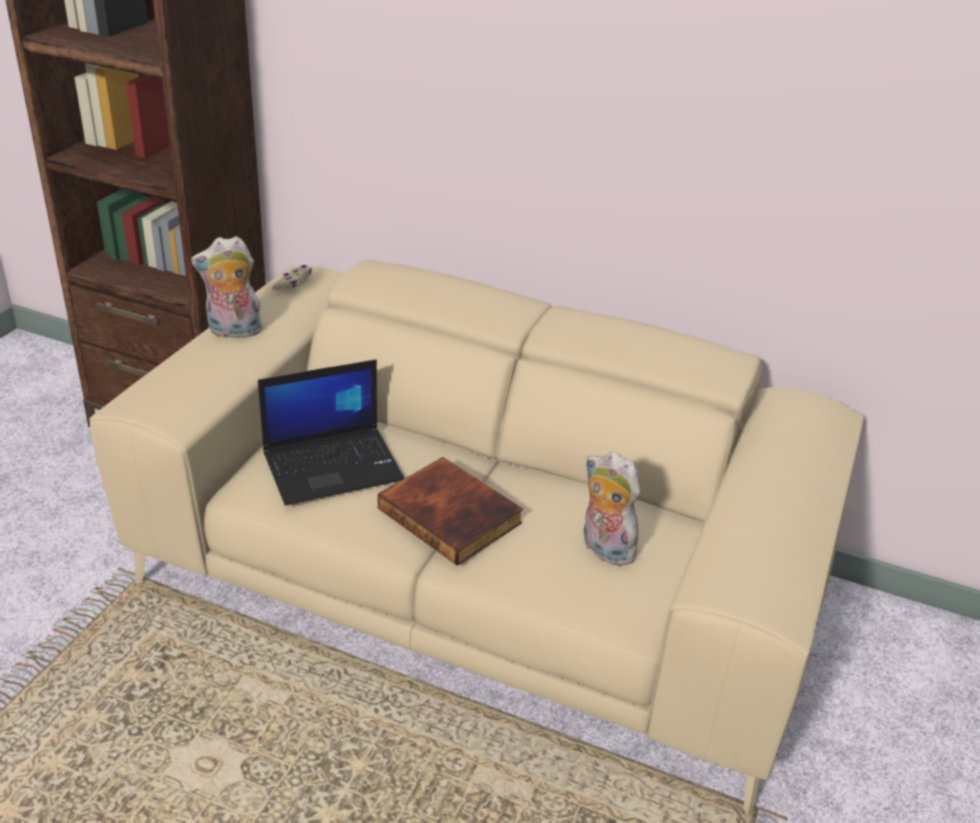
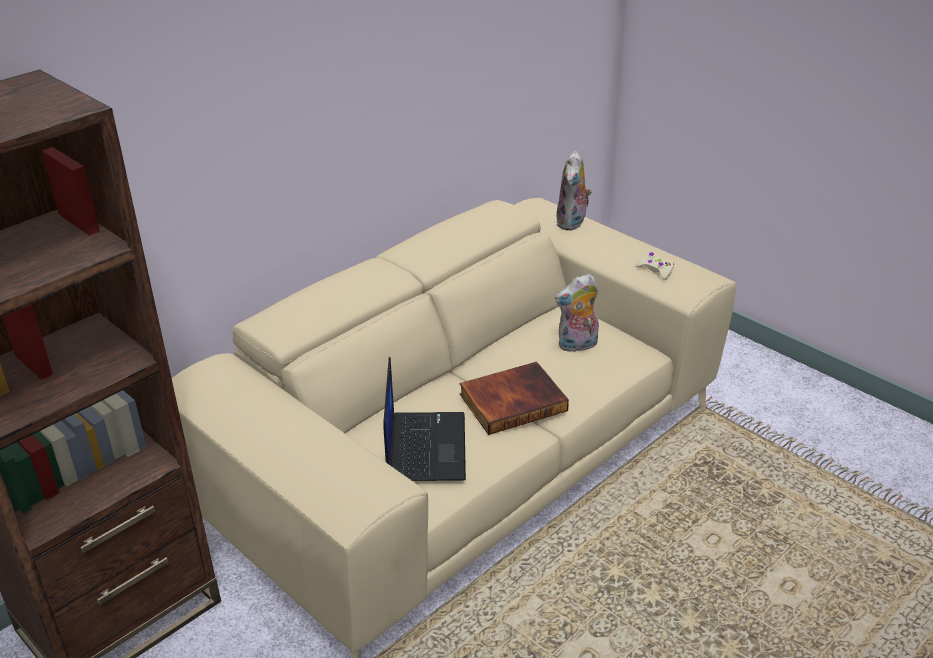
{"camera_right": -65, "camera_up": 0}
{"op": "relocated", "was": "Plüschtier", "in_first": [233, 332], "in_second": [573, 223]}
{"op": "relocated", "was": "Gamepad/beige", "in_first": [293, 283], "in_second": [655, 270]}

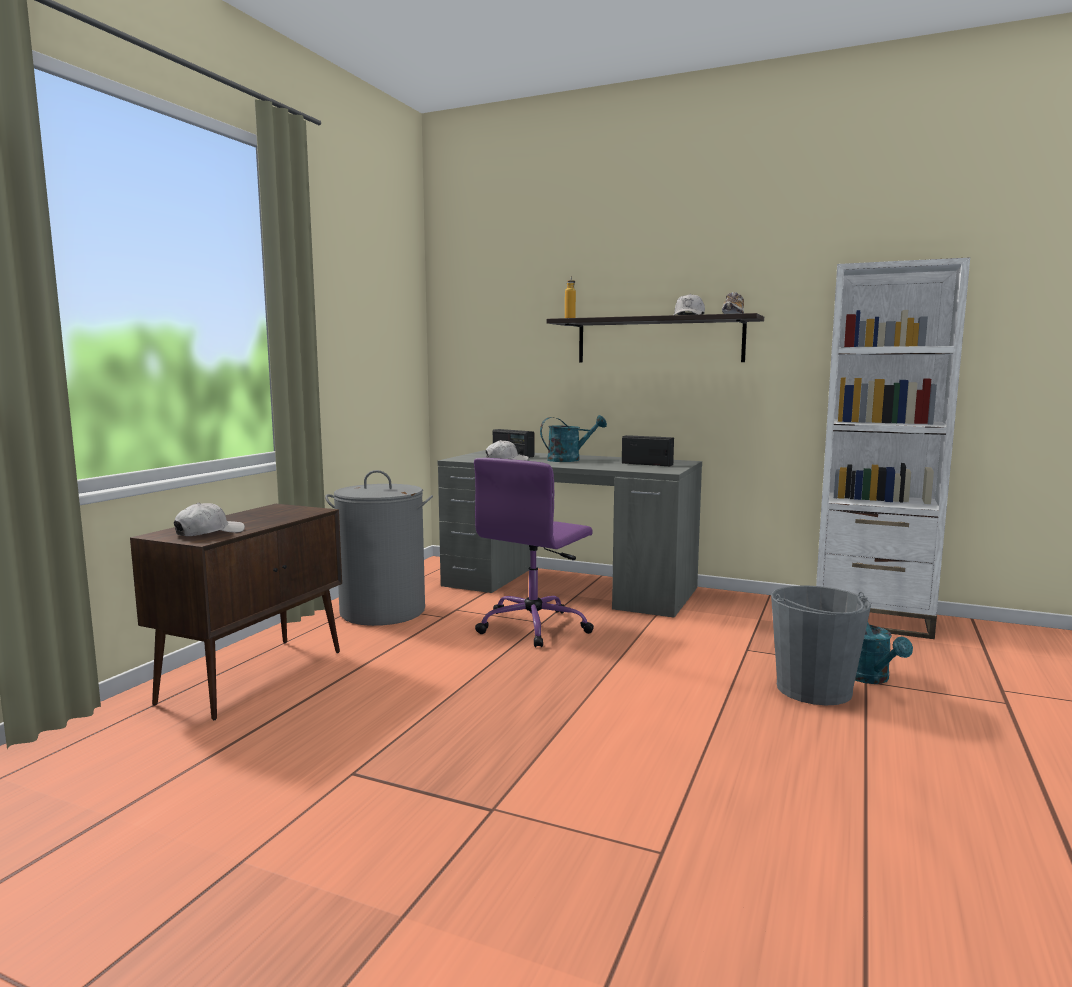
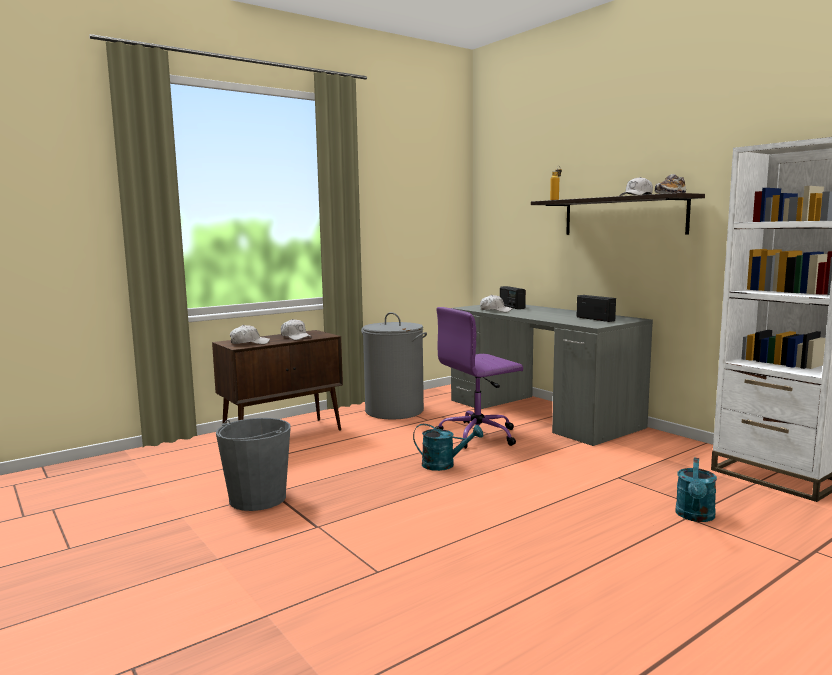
{"camera_right": 30, "camera_up": 0}
{"op": "relocated", "was": "Gießkanne/türkis", "in_first": [569, 459], "in_second": [444, 465]}
{"op": "relocated", "was": "Eimer/grau", "in_first": [814, 689], "in_second": [257, 499]}
{"op": "appeared", "now": "Kappe/weiß", "in_second": [296, 337]}

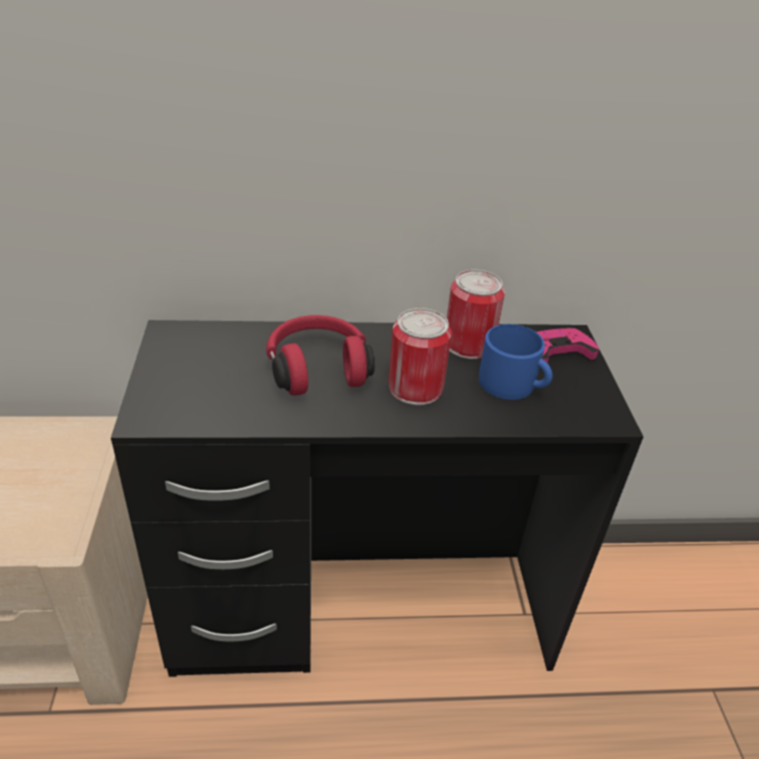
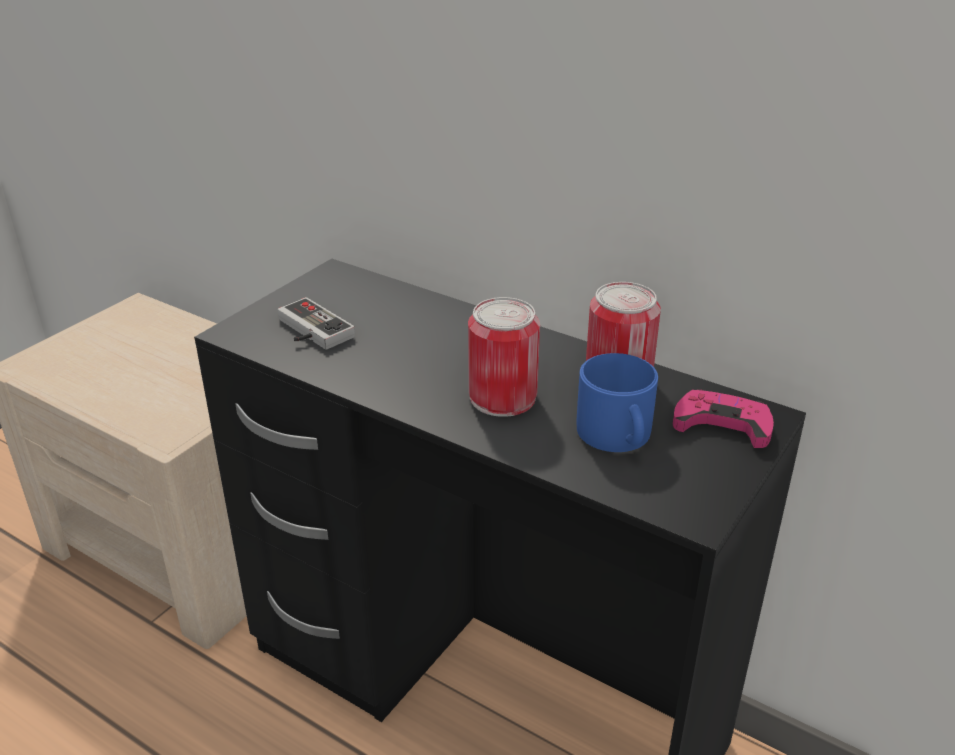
{"camera_right": 40, "camera_up": -5}
{"op": "missing", "was": "Kopfhörer/rot", "in_first": [317, 368]}
{"op": "appeared", "now": "Gamepad", "in_second": [309, 331]}

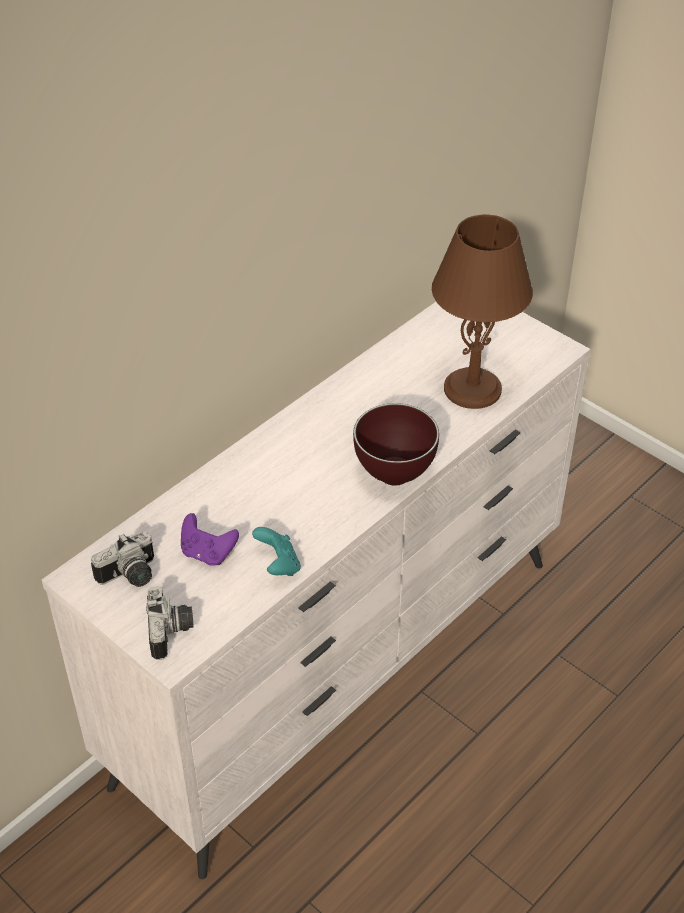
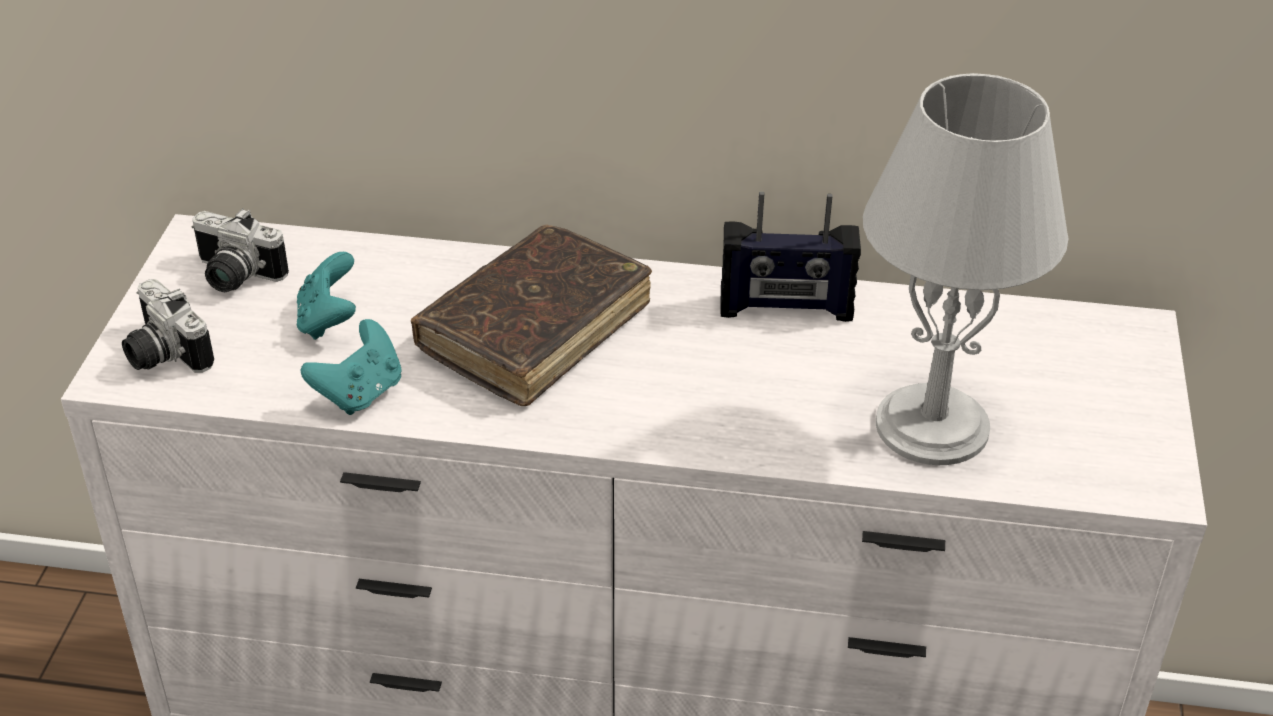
{"camera_right": 55, "camera_up": -5}
{"op": "colour", "was": "Tischlampe/braun", "now": "Tischlampe/grau", "in_first": [472, 389], "in_second": [930, 426]}
{"op": "missing", "was": "Schüssel/braun", "in_first": [392, 476]}
{"op": "colour", "was": "Gamepad/lila", "now": "Gamepad/türkis", "in_first": [207, 553], "in_second": [329, 321]}
{"op": "spun", "was": "Kamera", "in_first": [172, 632], "in_second": [162, 355], "clockwise": 90}
{"op": "appeared", "now": "Radio", "in_second": [786, 309]}
{"op": "appeared", "now": "Buch/braun", "in_second": [535, 330]}

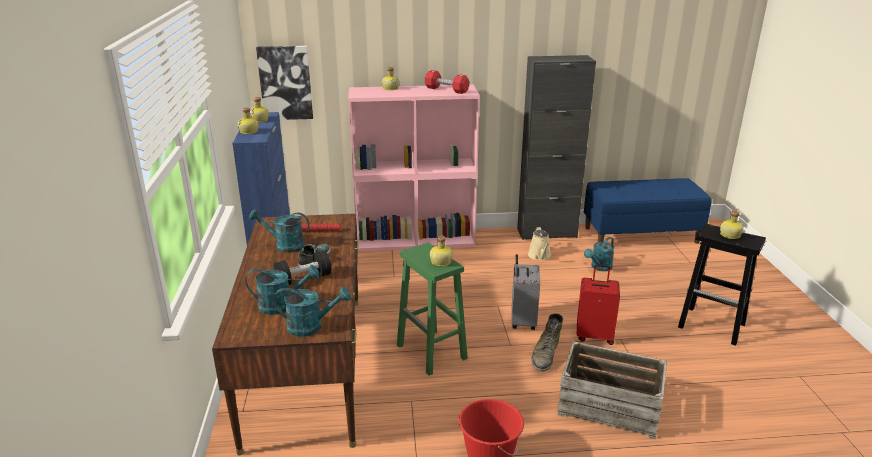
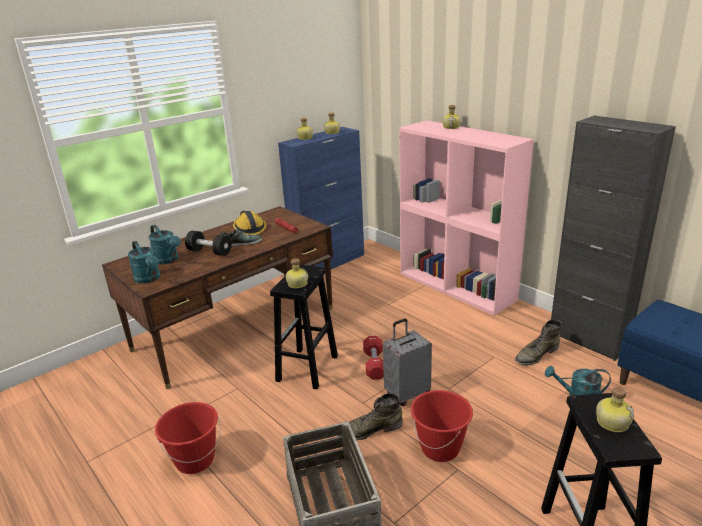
{"camera_right": 55, "camera_up": 0}
{"op": "missing", "was": "Bild", "in_first": [285, 83]}
{"op": "relocated", "was": "Hantel/rot", "in_first": [446, 90], "in_second": [374, 365]}
{"op": "exchanged", "was": "Gießkanne/türkis", "now": "Schutzhelm", "in_first": [284, 246], "in_second": [249, 228]}
{"op": "exchanged", "was": "Gießkanne/beige", "now": "Stiefel/grün", "in_first": [540, 256], "in_second": [536, 355]}
{"op": "colour", "was": "Hocker/grün", "now": "Hocker/schwarz", "in_first": [432, 352], "in_second": [307, 369]}
{"op": "exchanged", "was": "Koffer/rot", "now": "Eimer/rot", "in_first": [594, 335], "in_second": [440, 448]}

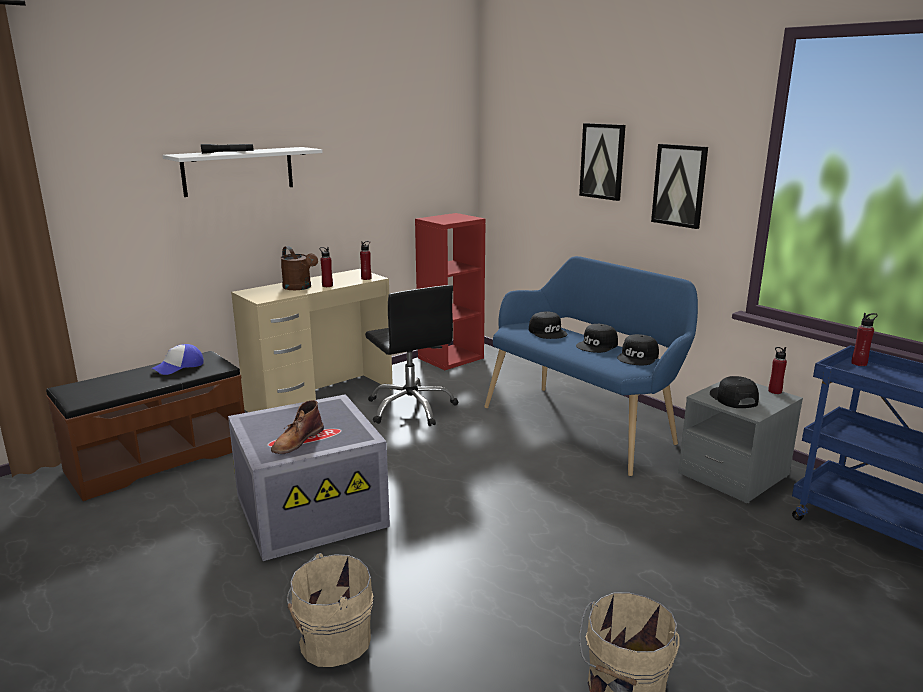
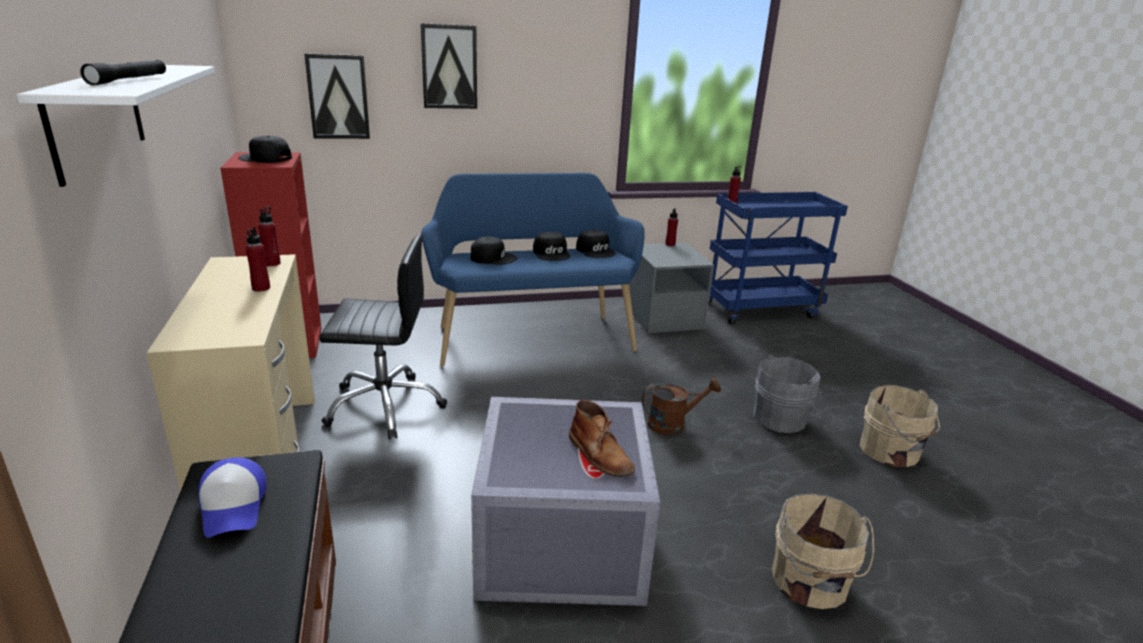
{"camera_right": -65, "camera_up": 5}
{"op": "relocated", "was": "Bild", "in_first": [679, 185], "in_second": [338, 97]}
{"op": "relocated", "was": "Gießkanne/braun", "in_first": [300, 287], "in_second": [673, 424]}
{"op": "relocated", "was": "Kappe/schwarz", "in_first": [732, 398], "in_second": [265, 158]}
{"op": "appeared", "now": "Eimer/grau", "in_second": [782, 418]}

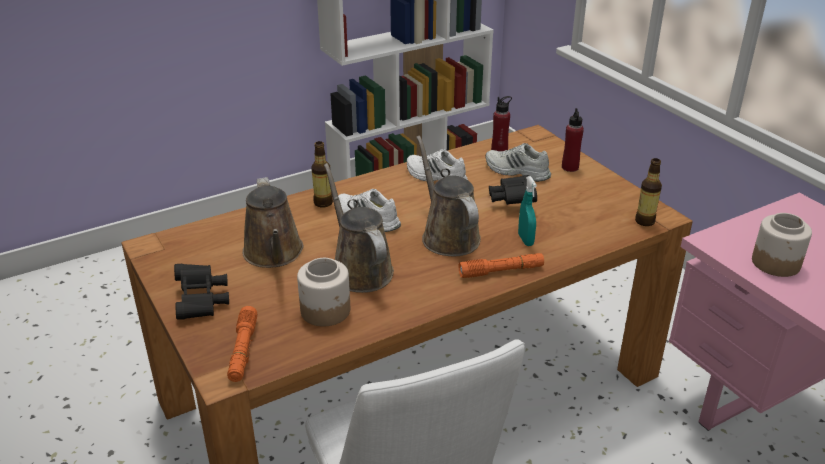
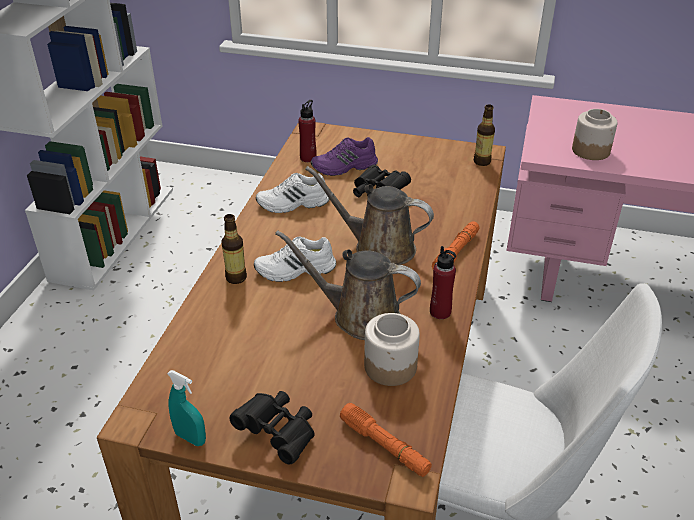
{"camera_right": -45, "camera_up": 5}
{"op": "relocated", "was": "Flasche/rot", "in_first": [570, 167], "in_second": [440, 312]}
{"op": "colour", "was": "Schuh/weiß", "now": "Schuh/lila", "in_first": [516, 171], "in_second": [344, 167]}
{"op": "relocated", "was": "Sprühflasche/türkis", "in_first": [525, 240], "in_second": [190, 438]}
{"op": "missing", "was": "Gießkanne/braun", "in_first": [274, 254]}

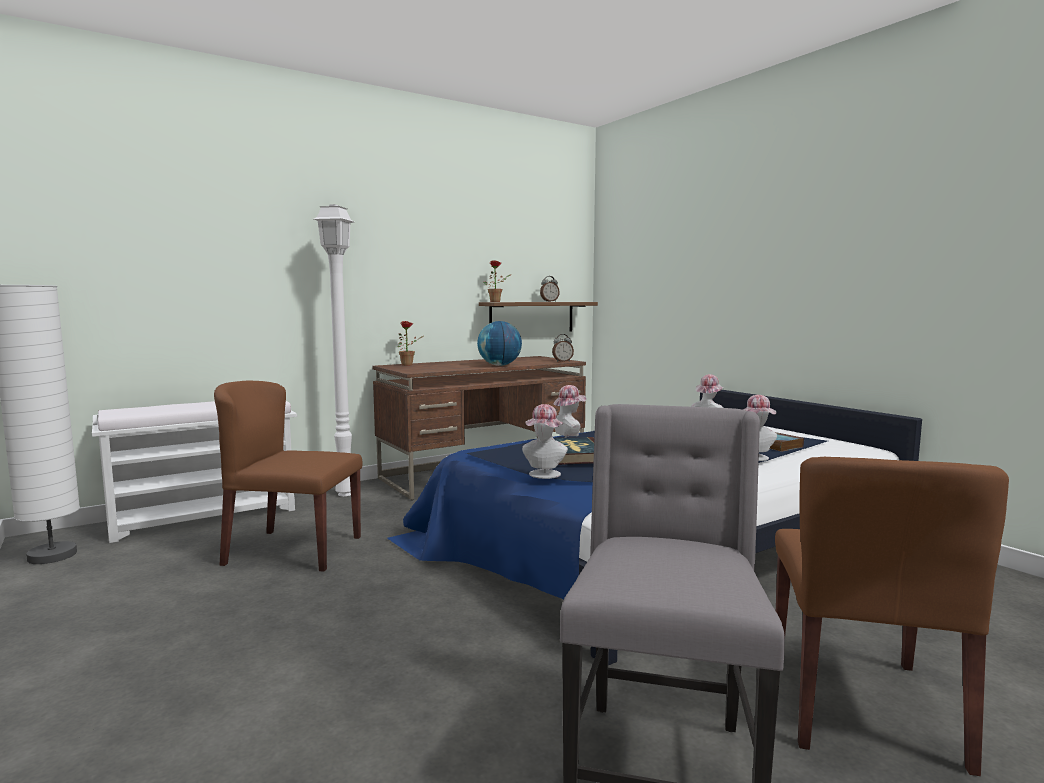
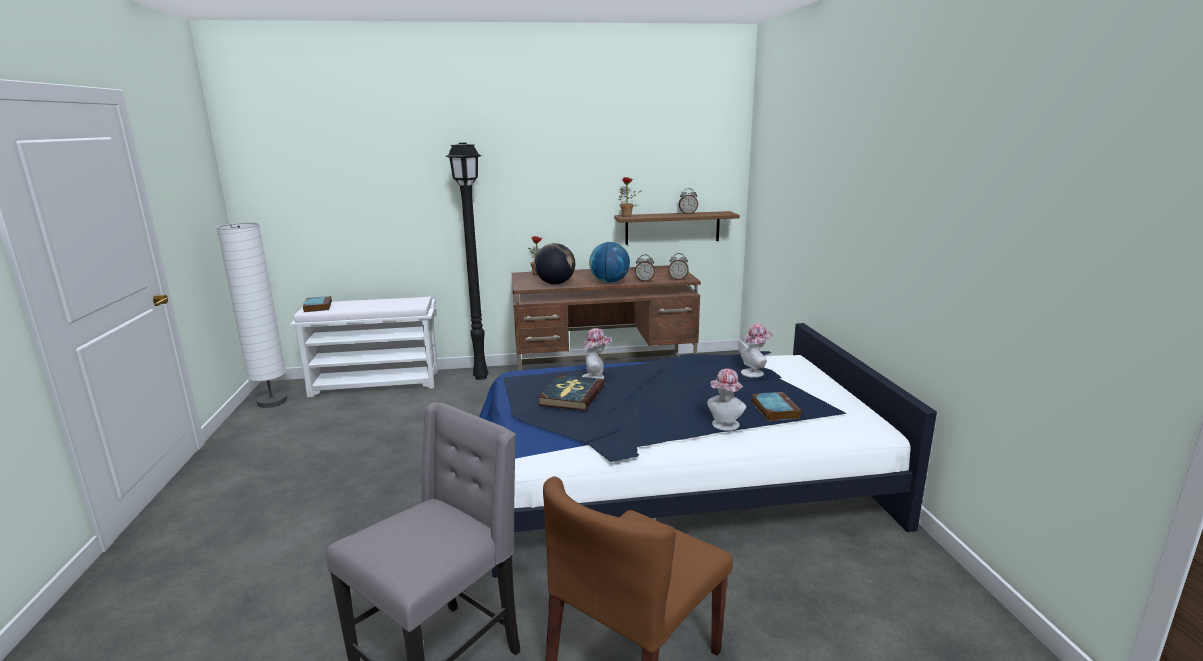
{"camera_right": 25, "camera_up": 10}
{"op": "colour", "was": "Stehlampe/weiß", "now": "Stehlampe/schwarz", "in_first": [347, 493], "in_second": [482, 377]}
{"op": "missing", "was": "Stuhl/braun", "in_first": [293, 550]}
{"op": "missing", "was": "Hut", "in_first": [544, 475]}
{"op": "appeared", "now": "Globus", "in_second": [555, 283]}
{"op": "appeared", "now": "Wecker", "in_second": [644, 281]}
{"op": "appeared", "now": "Buch", "in_second": [317, 307]}

